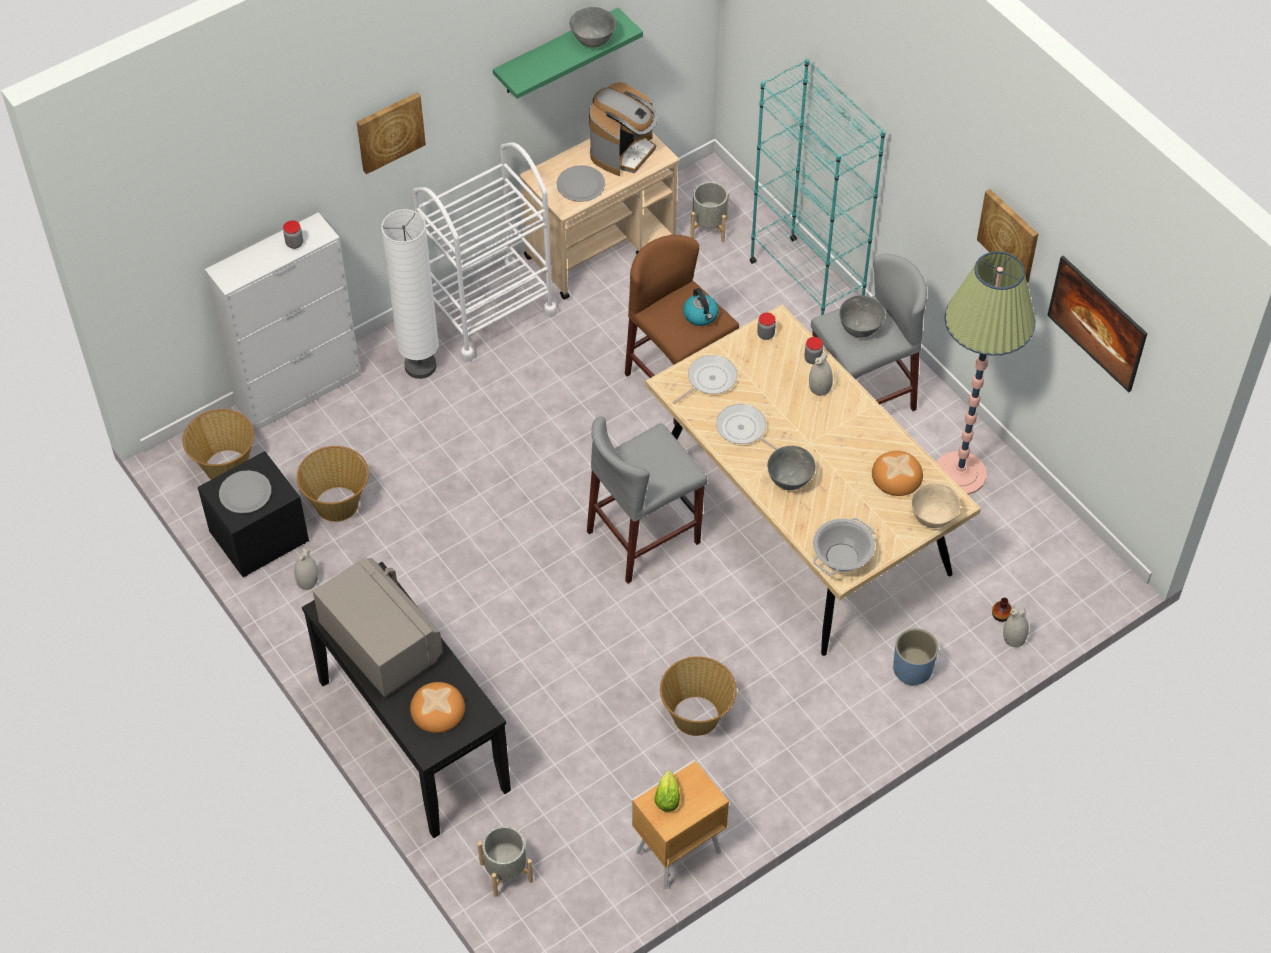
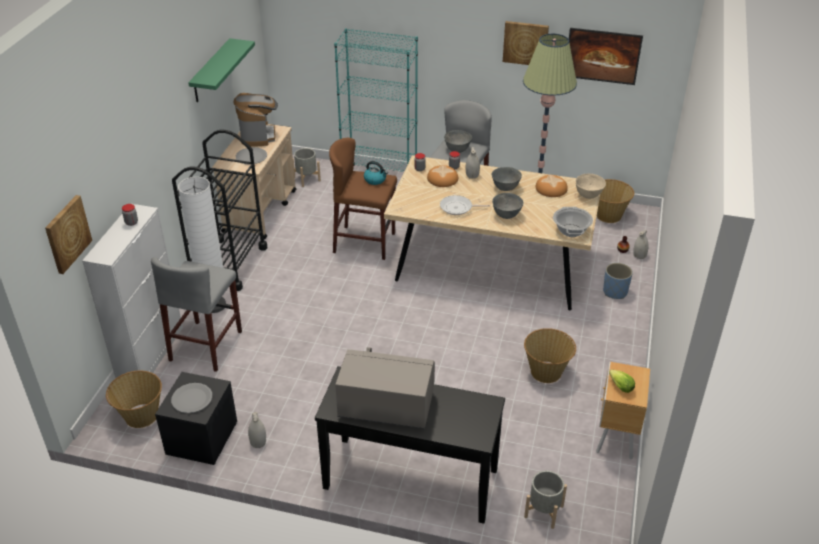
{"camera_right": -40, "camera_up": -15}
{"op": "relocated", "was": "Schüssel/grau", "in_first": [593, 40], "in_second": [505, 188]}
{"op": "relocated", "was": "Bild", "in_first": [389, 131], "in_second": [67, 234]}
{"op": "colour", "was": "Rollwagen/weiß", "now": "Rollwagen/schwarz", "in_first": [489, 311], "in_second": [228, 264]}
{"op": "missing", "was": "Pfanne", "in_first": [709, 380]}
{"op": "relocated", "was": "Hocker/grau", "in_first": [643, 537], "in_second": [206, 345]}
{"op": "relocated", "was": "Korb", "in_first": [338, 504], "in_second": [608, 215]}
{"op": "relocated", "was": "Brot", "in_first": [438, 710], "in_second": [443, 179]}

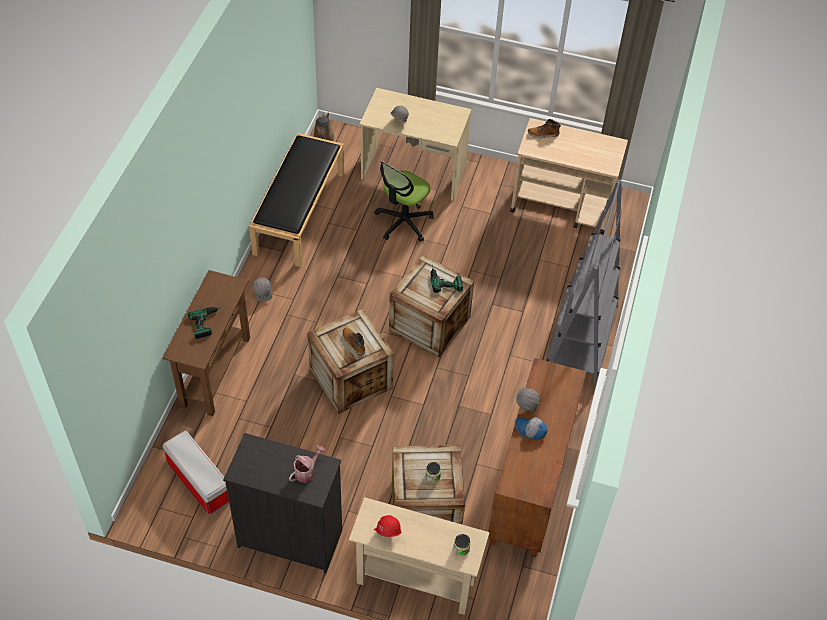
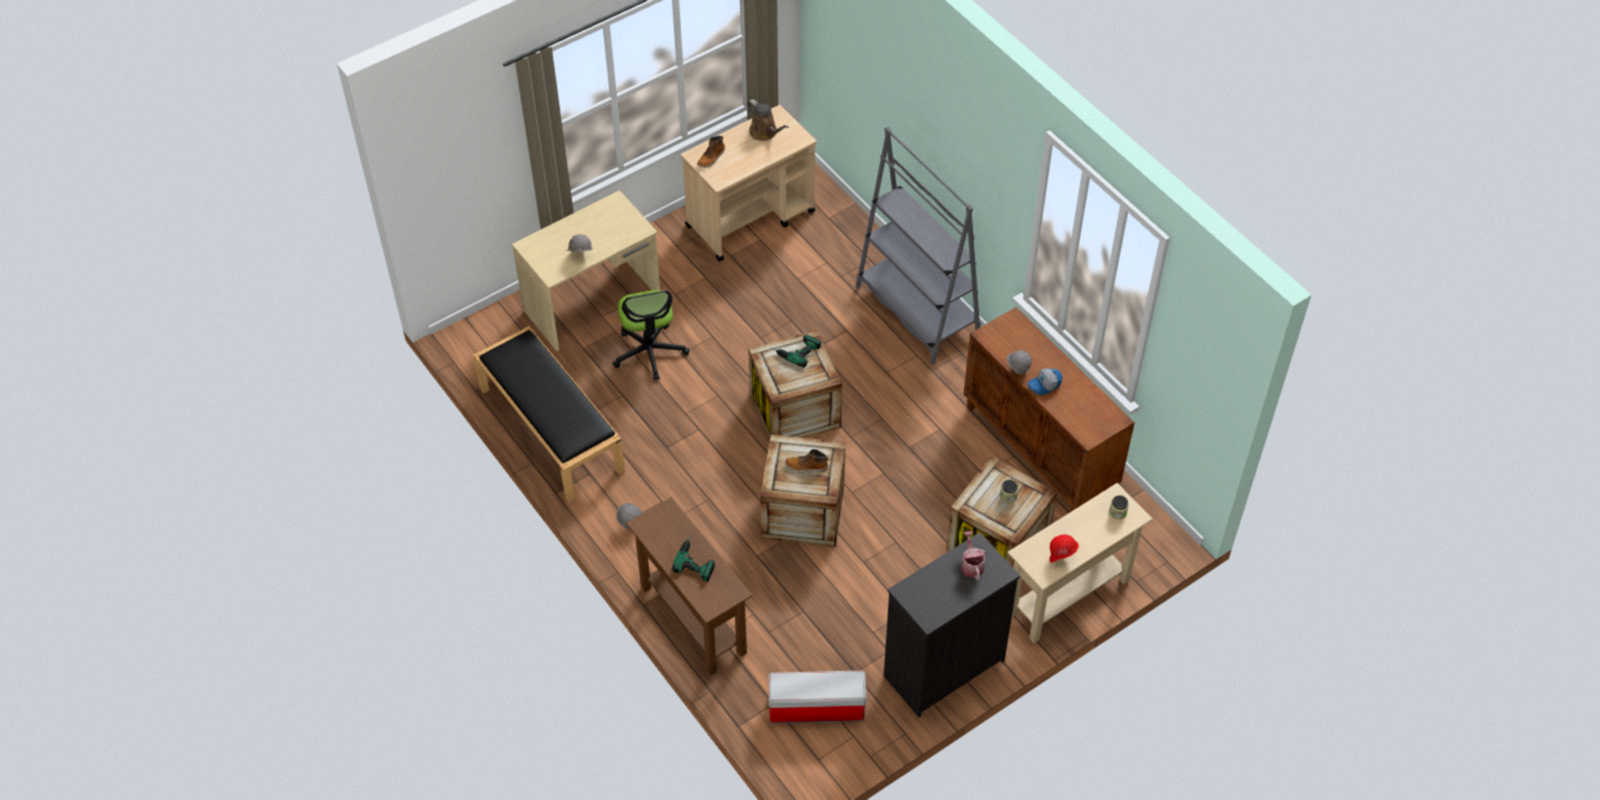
{"camera_right": -50, "camera_up": 0}
{"op": "relocated", "was": "Gießkanne/braun", "in_first": [323, 139], "in_second": [765, 132]}

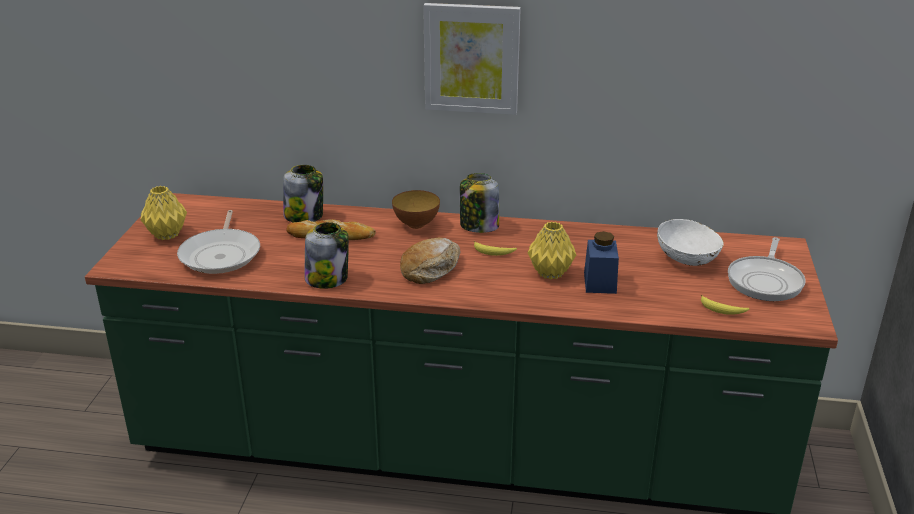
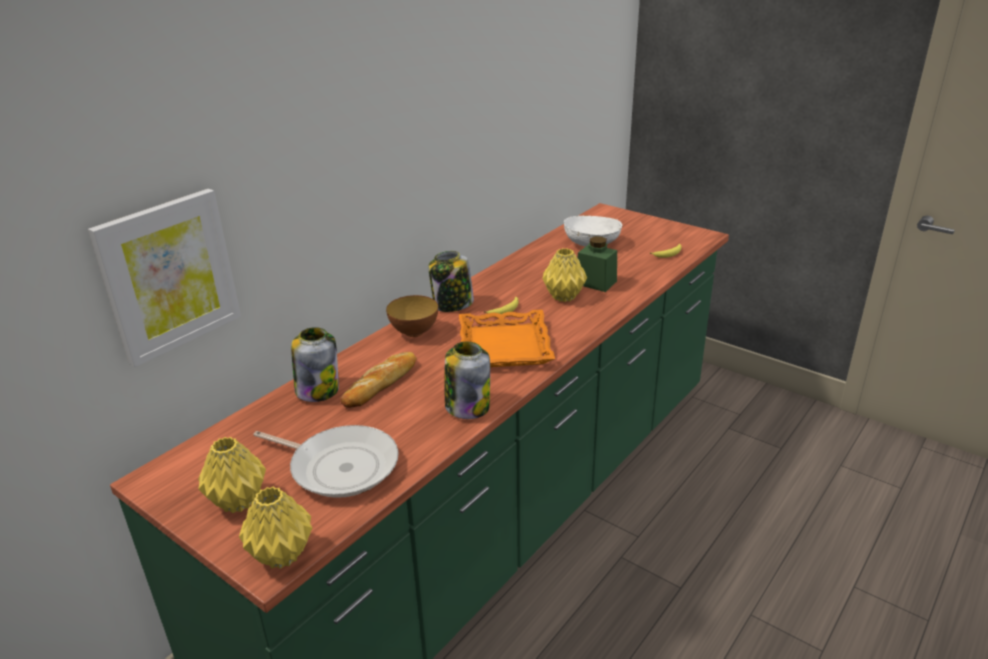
{"camera_right": -60, "camera_up": 0}
{"op": "relocated", "was": "Bild", "in_first": [471, 58], "in_second": [168, 275]}
{"op": "colour", "was": "Vorratsglas/blau", "now": "Vorratsglas/grün", "in_first": [600, 282], "in_second": [596, 282]}
{"op": "exchanged", "was": "Brot", "now": "Tablett/orange", "in_first": [431, 268], "in_second": [503, 346]}
{"op": "missing", "was": "Pfanne", "in_first": [765, 281]}
{"op": "appeared", "now": "Vase/gelb", "in_second": [283, 554]}

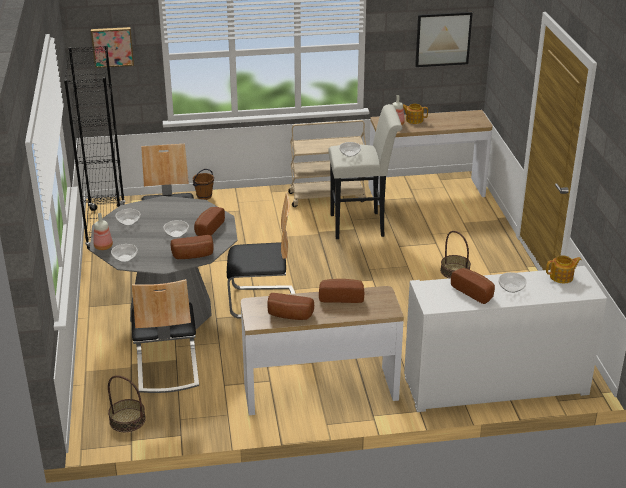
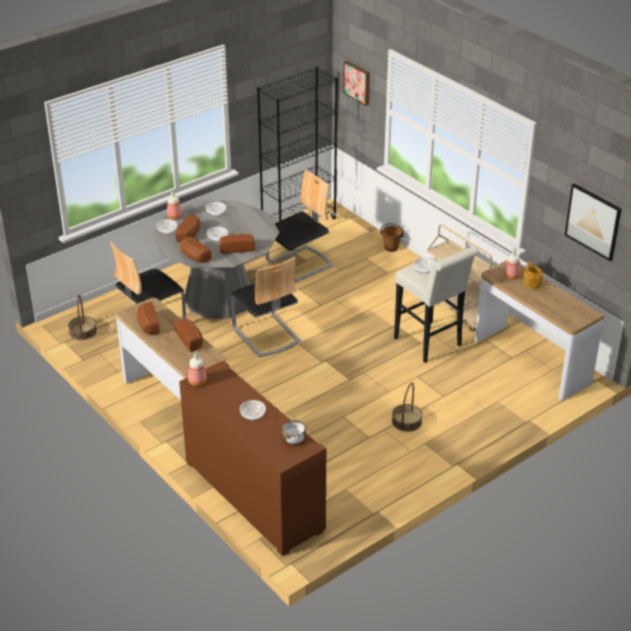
{"camera_right": 60, "camera_up": 5}
{"op": "exchanged", "was": "Teekanne", "now": "Schüssel/weiß", "in_first": [562, 277], "in_second": [294, 439]}
{"op": "colour", "was": "Schrank/weiß", "now": "Schrank/braun", "in_first": [495, 385], "in_second": [253, 495]}
{"op": "relocated", "was": "Brot", "in_first": [474, 292], "in_second": [190, 235]}
{"op": "appeared", "now": "Flasche", "in_second": [197, 382]}

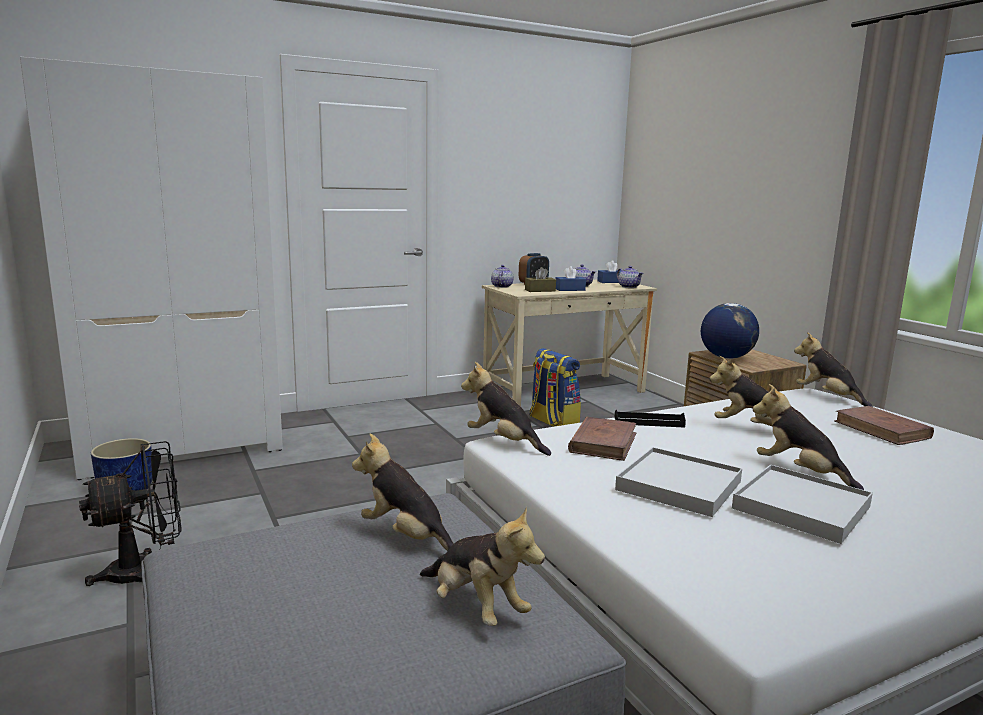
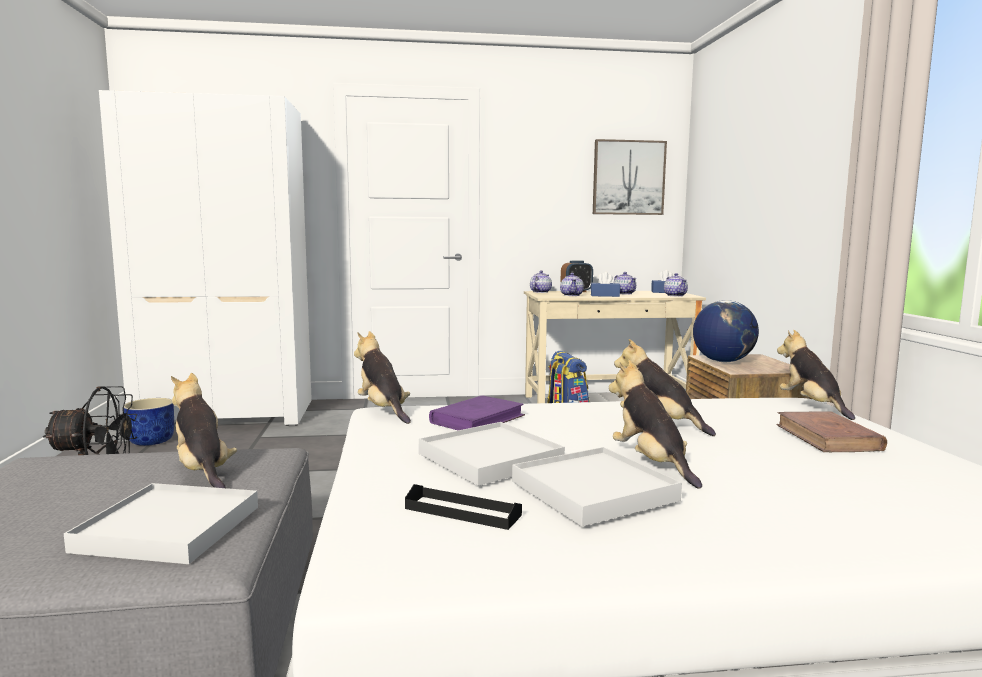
{"camera_right": 20, "camera_up": -5}
{"op": "exchanged", "was": "Taschentuchbox/braun", "now": "Teekanne", "in_first": [540, 290], "in_second": [571, 295]}
{"op": "relocated", "was": "Tablett/schwarz", "in_first": [649, 422], "in_second": [462, 512]}
{"op": "colour", "was": "Buch/braun", "now": "Buch/lila", "in_first": [603, 443], "in_second": [477, 419]}
{"op": "exchanged", "was": "Plüschtier", "now": "Tablett/weiß", "in_first": [476, 607], "in_second": [169, 528]}
{"op": "appeared", "now": "Bild", "in_second": [628, 177]}

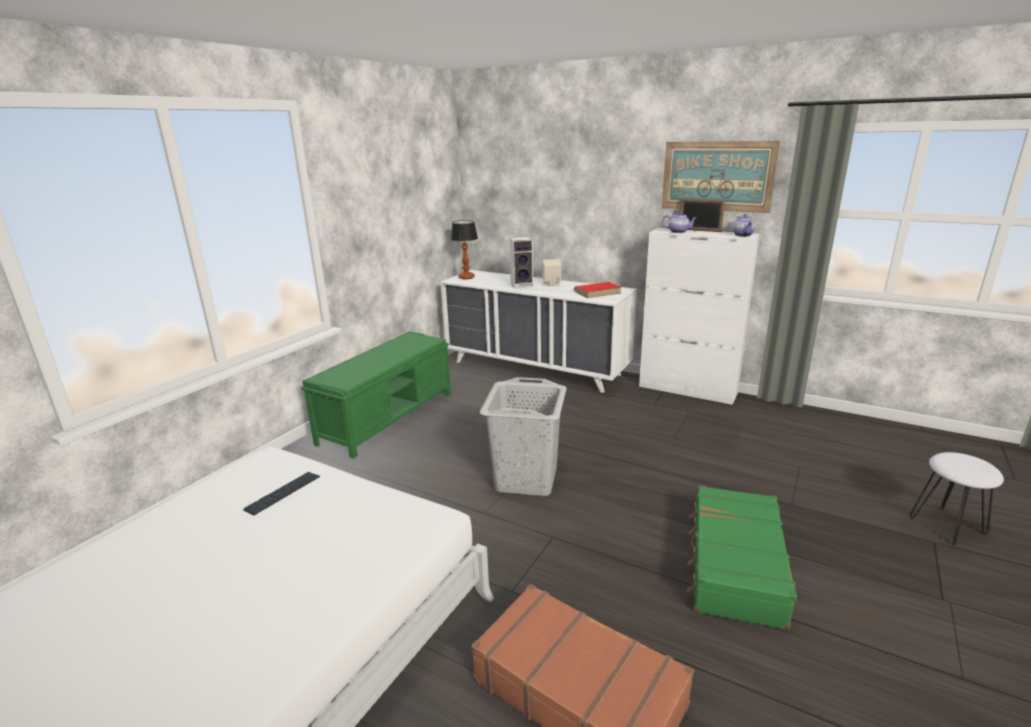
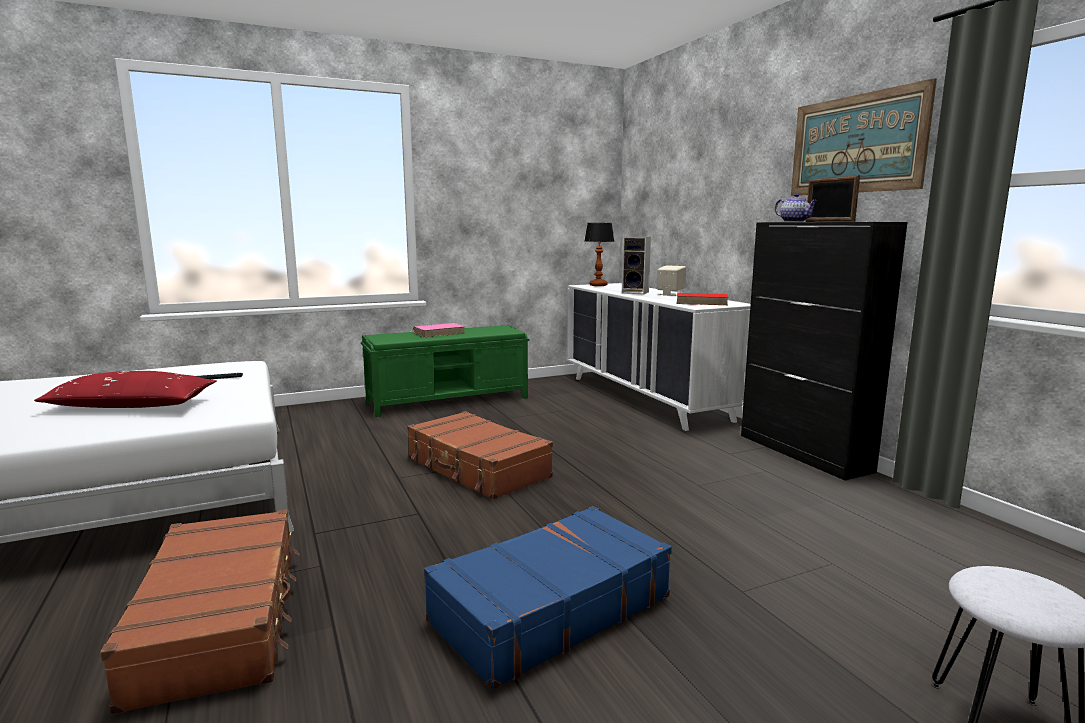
{"camera_right": 35, "camera_up": -10}
{"op": "missing", "was": "Teekanne", "in_first": [743, 235]}
{"op": "colour", "was": "Schrank/weiß", "now": "Schrank/schwarz", "in_first": [688, 390], "in_second": [803, 453]}
{"op": "exchanged", "was": "Wäschekorb/grau", "now": "Koffer/braun", "in_first": [527, 479], "in_second": [477, 468]}
{"op": "colour", "was": "Koffer/grün", "now": "Koffer/blau", "in_first": [734, 565], "in_second": [549, 608]}
{"op": "appeared", "now": "Buch/rosa", "in_second": [439, 333]}
{"op": "appeared", "now": "Kissen/rot", "in_second": [132, 406]}

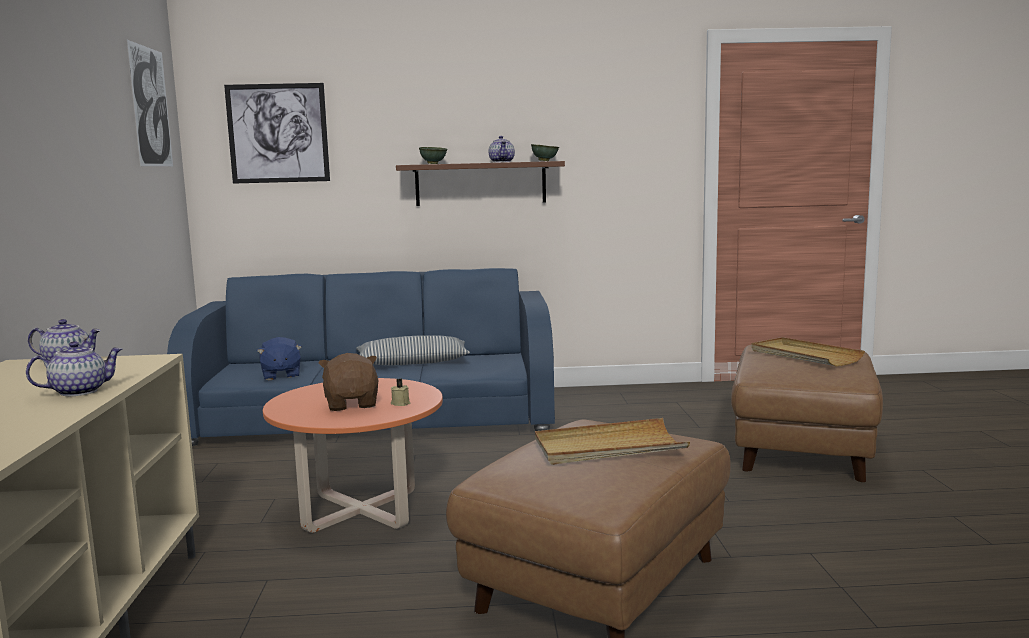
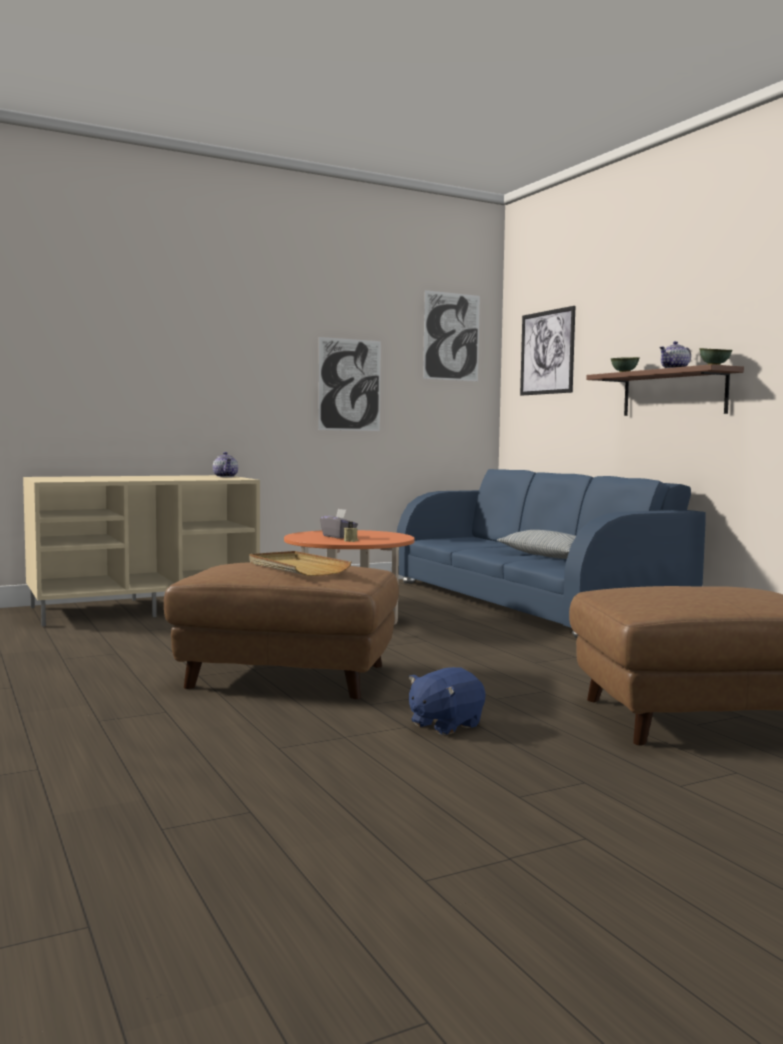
{"camera_right": 65, "camera_up": -5}
{"op": "relocated", "was": "Plüschtier/blau", "in_first": [281, 375], "in_second": [444, 725]}
{"op": "missing", "was": "Tablett/beige", "in_first": [804, 355]}
{"op": "missing", "was": "Teekanne", "in_first": [79, 391]}
{"op": "exchanged", "was": "Plüschtier/braun", "now": "Taschentuchbox/grau", "in_first": [352, 404], "in_second": [338, 537]}
{"op": "appeared", "now": "Bild", "in_second": [349, 385]}

